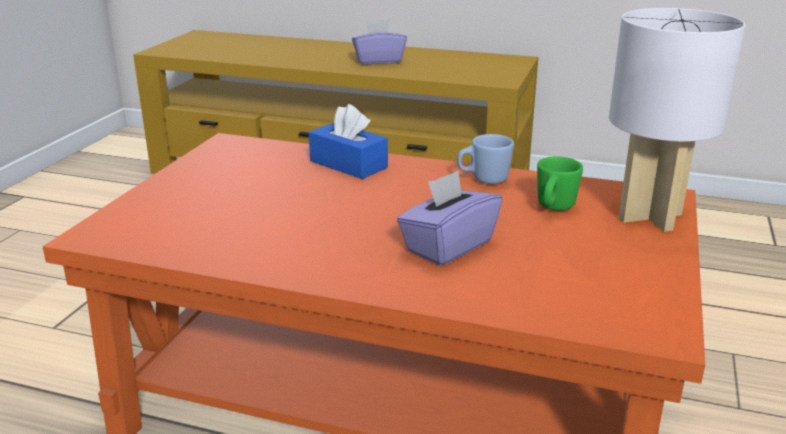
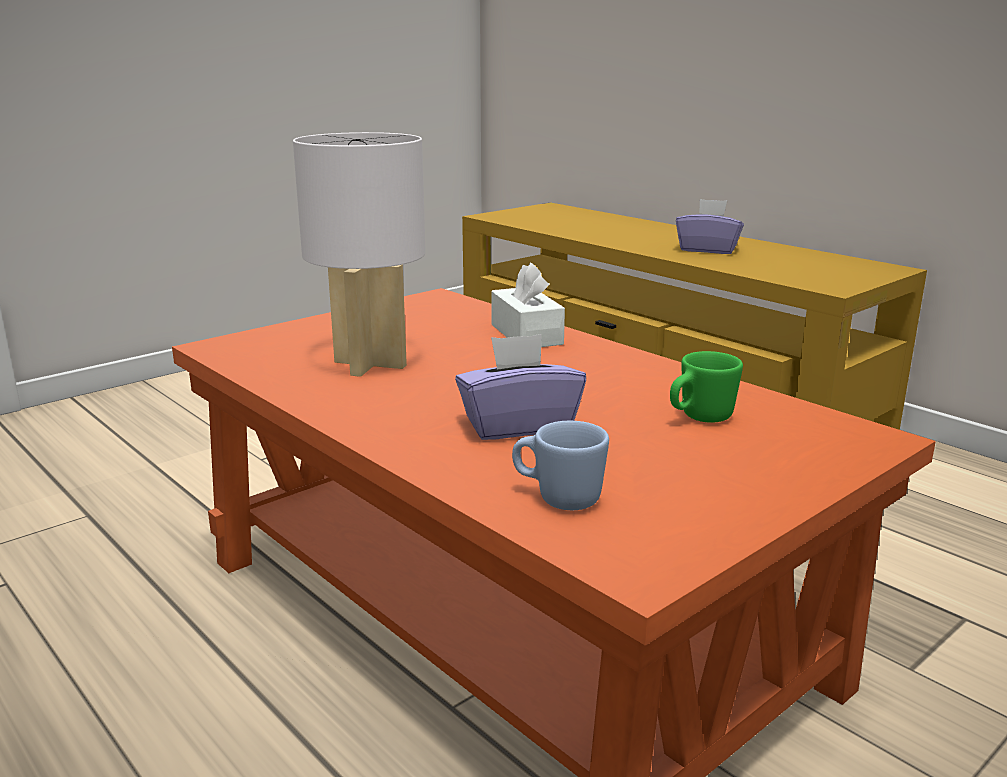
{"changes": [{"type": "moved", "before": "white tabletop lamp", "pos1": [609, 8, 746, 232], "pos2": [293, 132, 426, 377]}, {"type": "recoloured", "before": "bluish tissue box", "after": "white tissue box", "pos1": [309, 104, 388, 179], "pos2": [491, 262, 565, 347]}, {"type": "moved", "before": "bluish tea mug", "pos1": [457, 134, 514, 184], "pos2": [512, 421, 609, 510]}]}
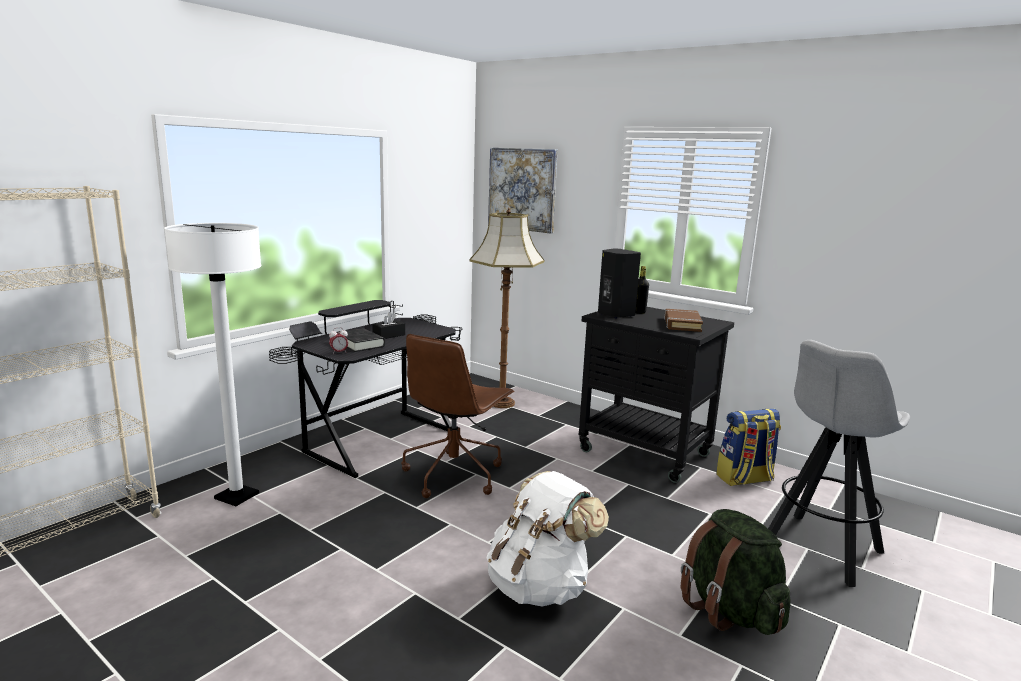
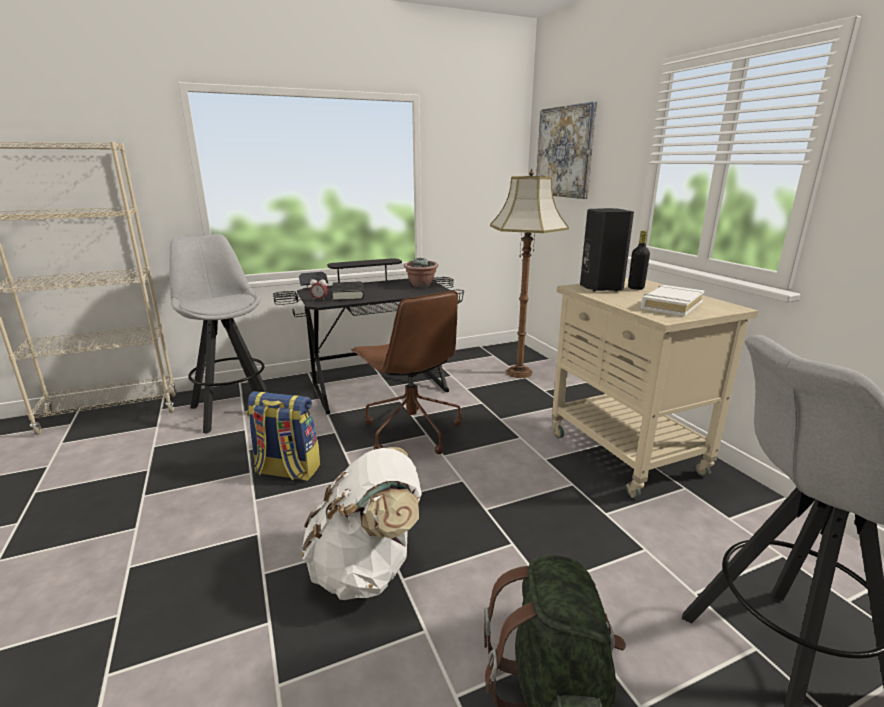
{"changes": [{"type": "replaced", "before": "white floor lamp", "after": "grey stool", "pos1": [164, 223, 262, 506], "pos2": [169, 234, 269, 433]}, {"type": "moved", "before": "knapsack", "pos1": [716, 409, 781, 486], "pos2": [247, 391, 320, 481]}, {"type": "turned", "before": "brown-coloured computer chair", "pos1": [401, 334, 514, 498], "pos2": [351, 291, 462, 454], "turn": -90}, {"type": "added", "after": "houseplant", "pos2": [404, 258, 438, 287]}, {"type": "recoloured", "before": "black wheeled cart", "after": "sand-coloured wheeled cart", "pos1": [579, 307, 734, 483], "pos2": [552, 278, 758, 498]}, {"type": "recoloured", "before": "brown-coloured volume", "after": "white volume", "pos1": [664, 309, 703, 332], "pos2": [641, 285, 704, 316]}, {"type": "removed", "before": "black tissue box", "pos1": [372, 312, 405, 339]}]}
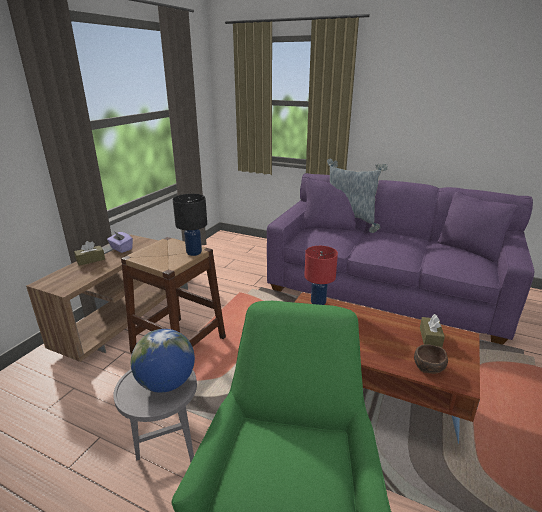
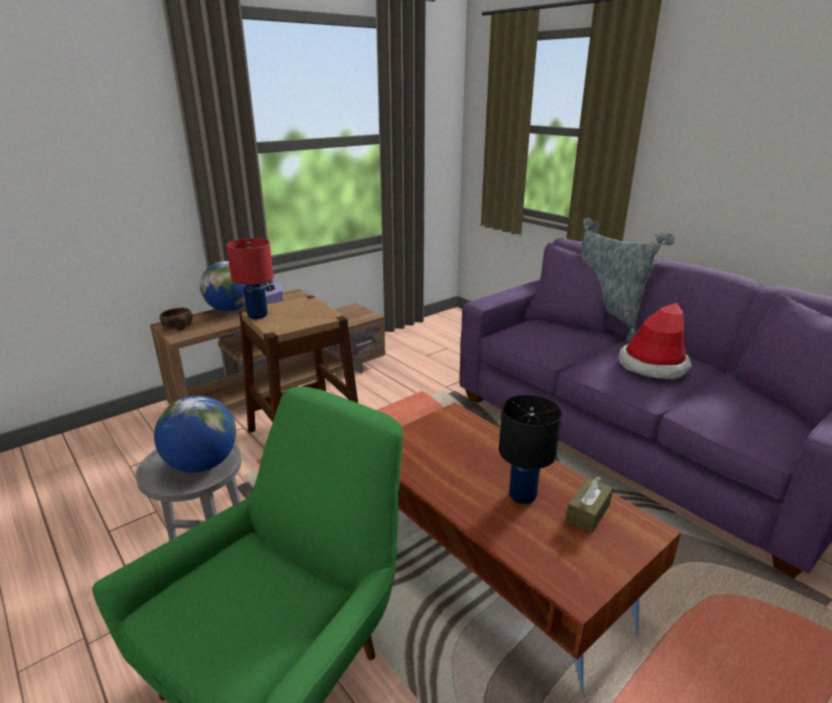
{"changes": [{"type": "moved", "before": "brown-coloured deep dish", "pos1": [414, 344, 448, 374], "pos2": [160, 308, 193, 331]}, {"type": "replaced", "before": "brown-coloured tissue box", "after": "desk globe", "pos1": [74, 241, 105, 266], "pos2": [200, 261, 247, 312]}, {"type": "moved", "before": "red tabletop lamp", "pos1": [304, 246, 338, 305], "pos2": [226, 238, 274, 319]}, {"type": "moved", "before": "black tabletop lamp", "pos1": [173, 194, 207, 256], "pos2": [499, 395, 562, 504]}, {"type": "added", "after": "clothing hat", "pos2": [619, 303, 692, 379]}]}
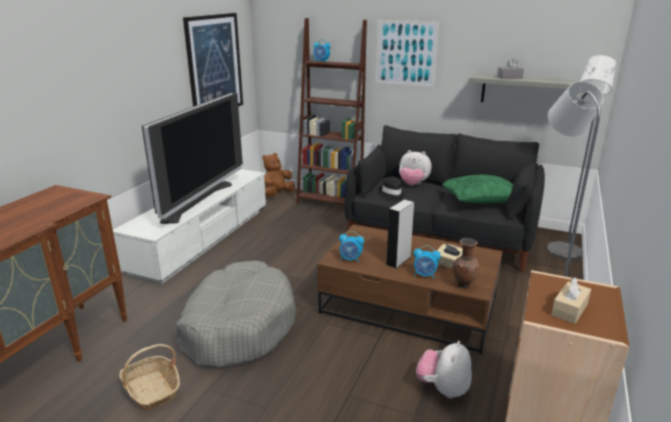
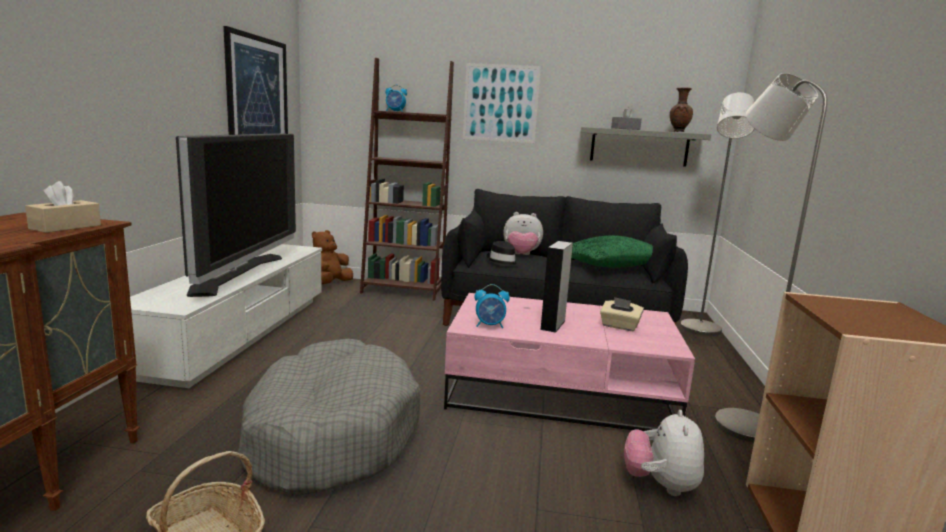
{"changes": [{"type": "moved", "before": "sand-coloured tissue box", "pos1": [551, 277, 591, 324], "pos2": [25, 181, 101, 233]}, {"type": "recoloured", "before": "brown-coloured lounge table", "after": "pink-coloured lounge table", "pos1": [317, 225, 503, 354], "pos2": [444, 293, 695, 431]}, {"type": "moved", "before": "brown-coloured flower vase", "pos1": [453, 238, 479, 289], "pos2": [670, 87, 693, 132]}, {"type": "removed", "before": "table clock", "pos1": [413, 245, 441, 279]}]}
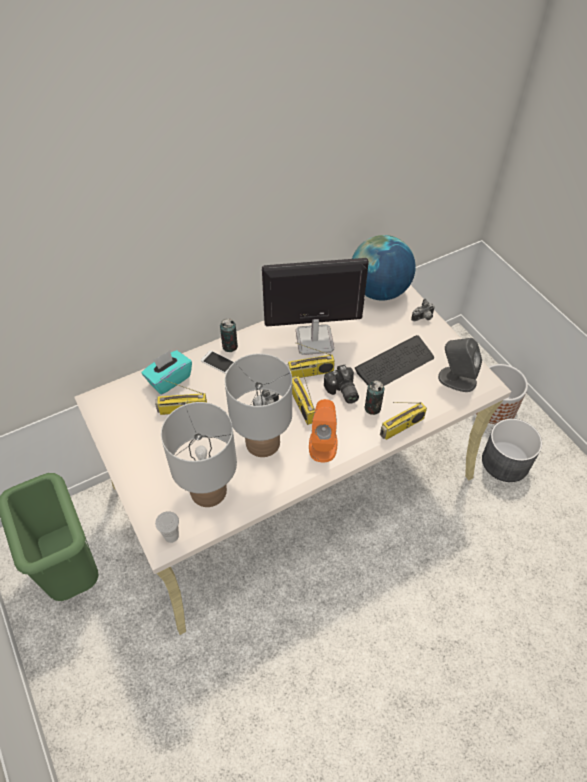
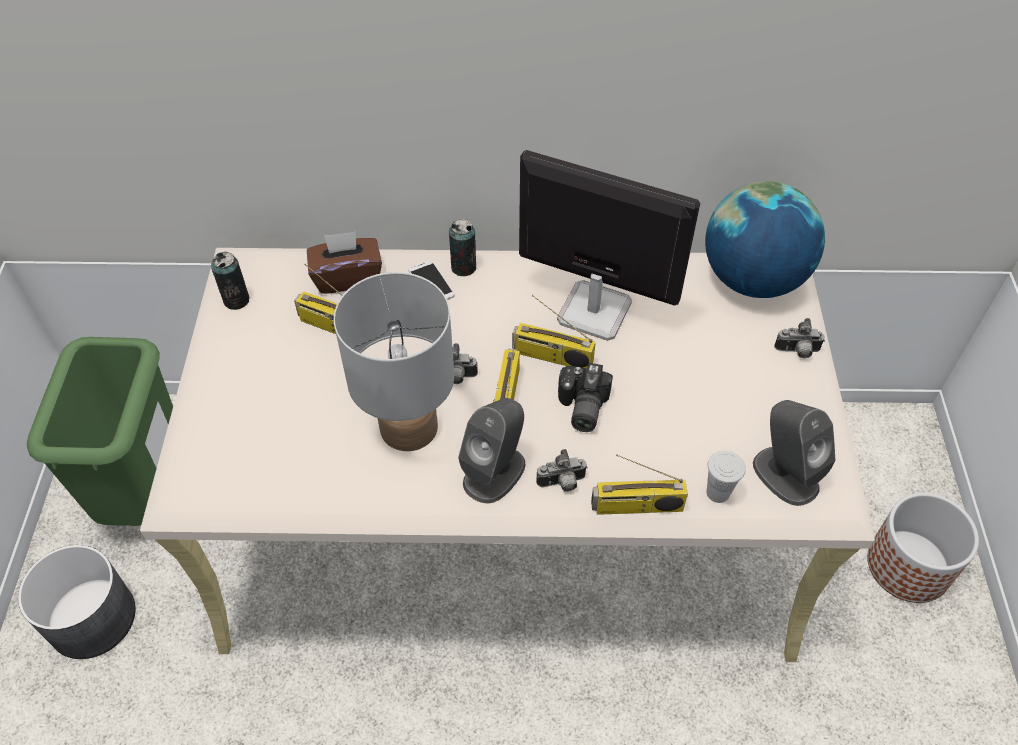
{"changes": [{"type": "moved", "before": "grey plant pot", "pos1": [482, 419, 542, 482], "pos2": [18, 545, 136, 659]}, {"type": "moved", "before": "metal can", "pos1": [364, 380, 384, 415], "pos2": [211, 252, 250, 310]}, {"type": "recoloured", "before": "turquoise-coloured tissue box", "after": "brown-coloured tissue box", "pos1": [141, 350, 192, 395], "pos2": [307, 232, 382, 294]}, {"type": "recoloured", "before": "orange-coloured audio speaker", "after": "grey audio speaker", "pos1": [309, 399, 338, 462], "pos2": [458, 398, 525, 504]}, {"type": "added", "after": "photo camera", "pos2": [536, 449, 588, 492]}, {"type": "moved", "before": "white cup", "pos1": [155, 511, 179, 543], "pos2": [707, 451, 746, 503]}, {"type": "removed", "before": "grey tabletop lamp", "pos1": [161, 402, 237, 507]}, {"type": "removed", "before": "computer keyboard", "pos1": [355, 335, 434, 386]}]}
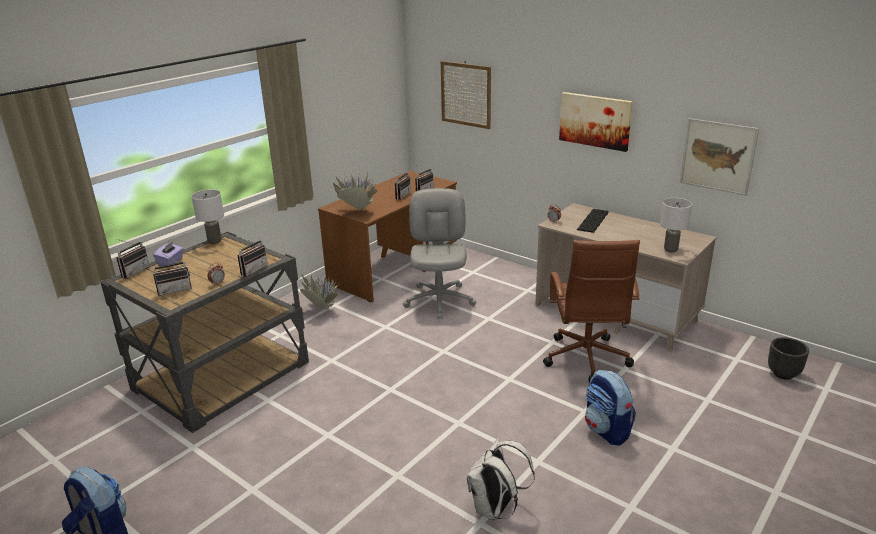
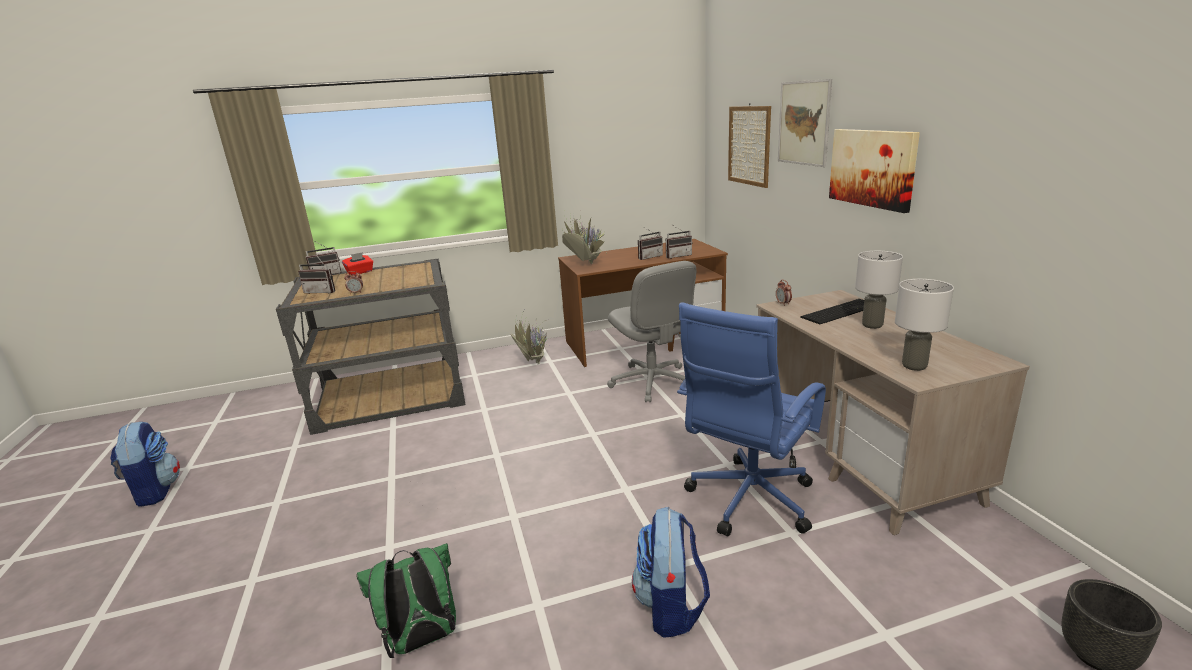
{"changes": [{"type": "recoloured", "before": "purple-coloured tissue box", "after": "red tissue box", "pos1": [153, 242, 184, 266], "pos2": [342, 252, 373, 275]}, {"type": "recoloured", "before": "white knapsack", "after": "greenish knapsack", "pos1": [467, 438, 534, 520], "pos2": [356, 543, 456, 658]}, {"type": "turned", "before": "grey computer chair", "pos1": [403, 188, 476, 319], "pos2": [607, 261, 696, 402], "turn": 120}, {"type": "recoloured", "before": "brown-coloured computer chair", "after": "bluish computer chair", "pos1": [543, 240, 640, 382], "pos2": [677, 303, 826, 536]}, {"type": "moved", "before": "wall art", "pos1": [680, 118, 759, 196], "pos2": [778, 79, 832, 167]}, {"type": "moved", "before": "white tabletop lamp", "pos1": [192, 189, 224, 244], "pos2": [855, 251, 903, 329]}, {"type": "removed", "before": "radio set", "pos1": [237, 237, 268, 277]}]}
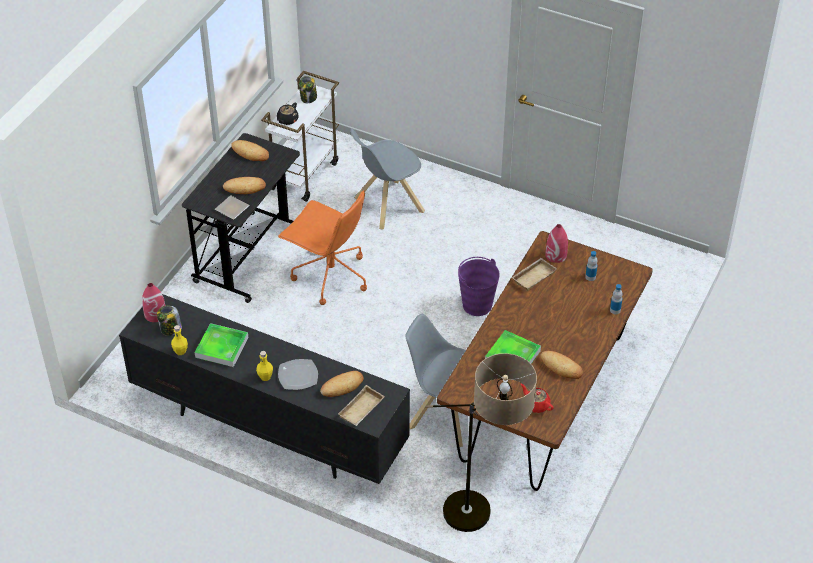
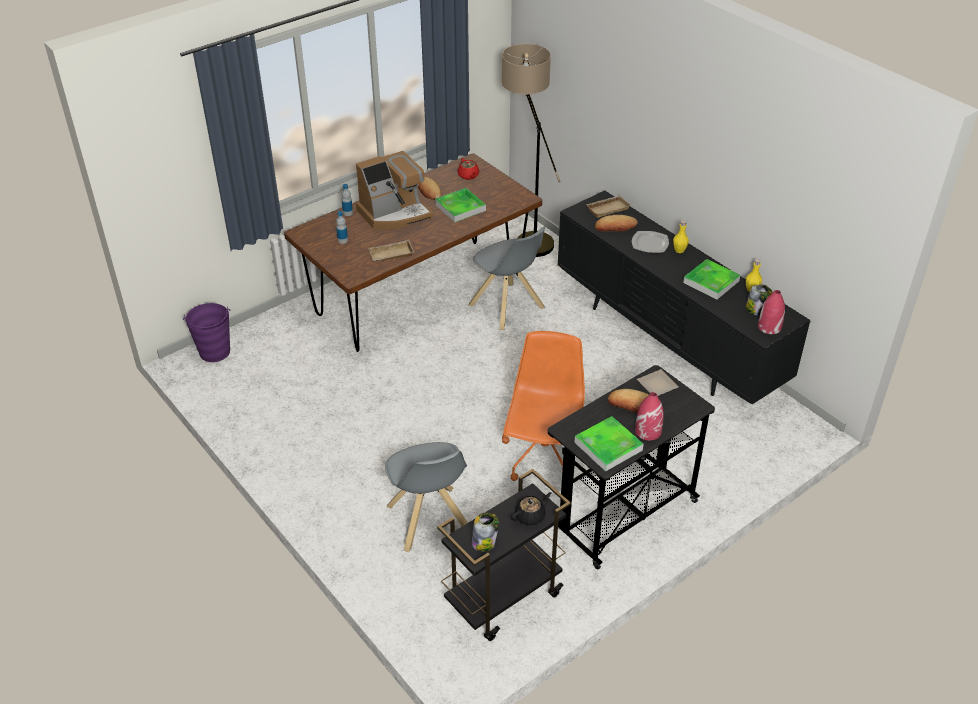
{"changes": [{"type": "moved", "before": "purple-coloured water bucket", "pos1": [458, 257, 500, 316], "pos2": [183, 303, 230, 362]}, {"type": "added", "after": "coffee machine", "pos2": [356, 151, 434, 229]}, {"type": "turned", "before": "grey chair", "pos1": [350, 128, 425, 230], "pos2": [385, 442, 468, 552], "turn": 75}, {"type": "recoloured", "before": "white wheeled cart", "after": "black wheeled cart", "pos1": [261, 71, 339, 202], "pos2": [437, 469, 571, 641]}, {"type": "turned", "before": "orange-coloured computer chair", "pos1": [278, 191, 367, 305], "pos2": [502, 331, 585, 481], "turn": 45}, {"type": "replaced", "before": "bakery bread", "after": "serving tray", "pos1": [231, 140, 269, 161], "pos2": [574, 416, 643, 472]}, {"type": "moved", "before": "red flower vase", "pos1": [545, 224, 568, 263], "pos2": [635, 392, 664, 440]}]}
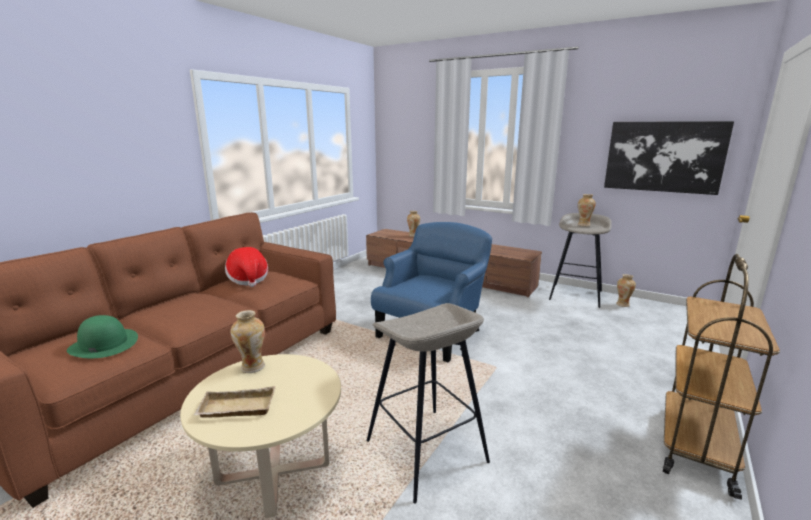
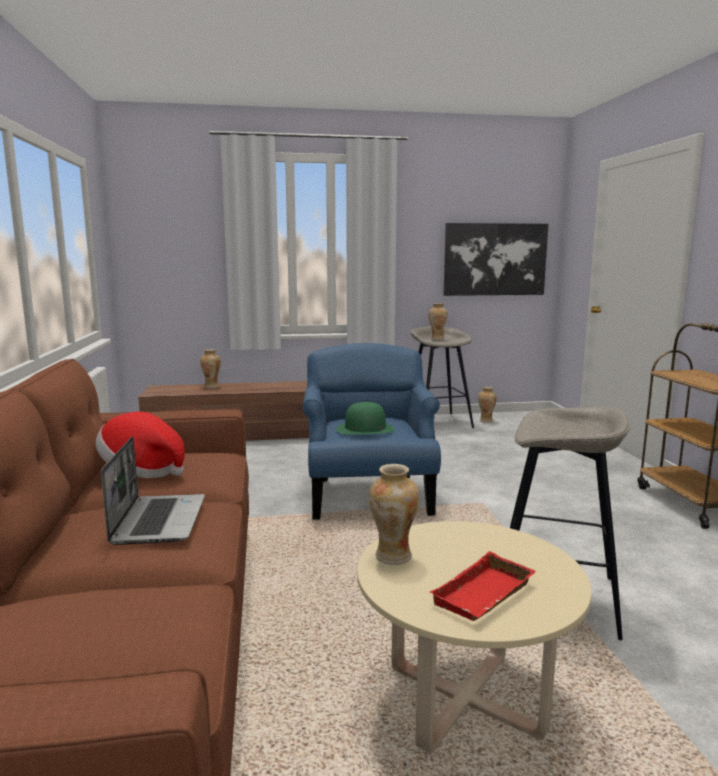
{"changes": [{"type": "added", "after": "laptop", "pos2": [101, 437, 205, 545]}, {"type": "moved", "before": "greenish clothing hat", "pos1": [67, 315, 138, 358], "pos2": [336, 402, 395, 435]}, {"type": "recoloured", "before": "sand-coloured serving tray", "after": "red serving tray", "pos1": [194, 386, 275, 418], "pos2": [430, 551, 536, 621]}]}
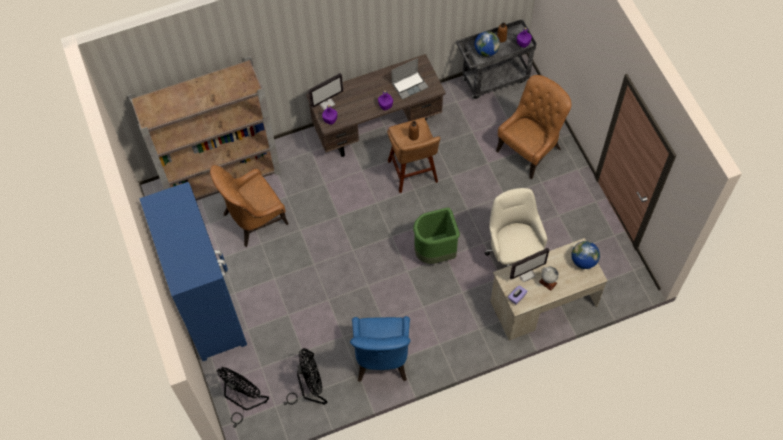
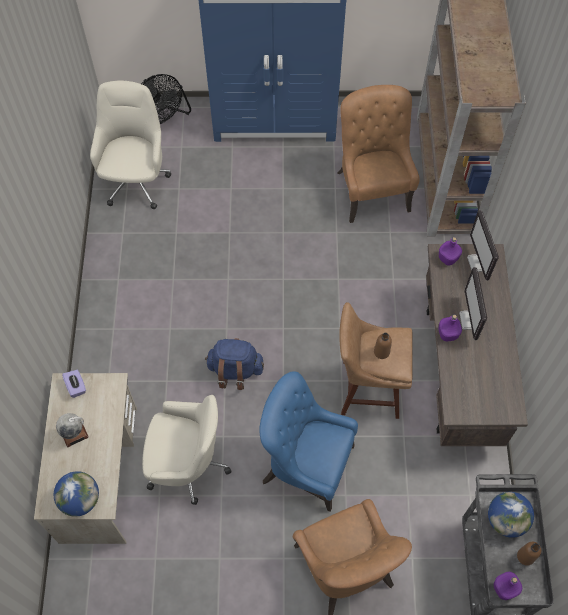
{"changes": [{"type": "replaced", "before": "black electric fan", "after": "sand-coloured computer chair", "pos1": [284, 348, 327, 405], "pos2": [90, 81, 171, 209]}, {"type": "replaced", "before": "greenish rubbish bin", "after": "bluish knapsack", "pos1": [413, 208, 460, 264], "pos2": [205, 338, 264, 390]}, {"type": "moved", "before": "bluish chair", "pos1": [350, 316, 411, 382], "pos2": [259, 371, 358, 512]}, {"type": "moved", "before": "computer display", "pos1": [510, 248, 550, 282], "pos2": [459, 267, 487, 340]}, {"type": "removed", "before": "laptop", "pos1": [391, 58, 428, 100]}]}
